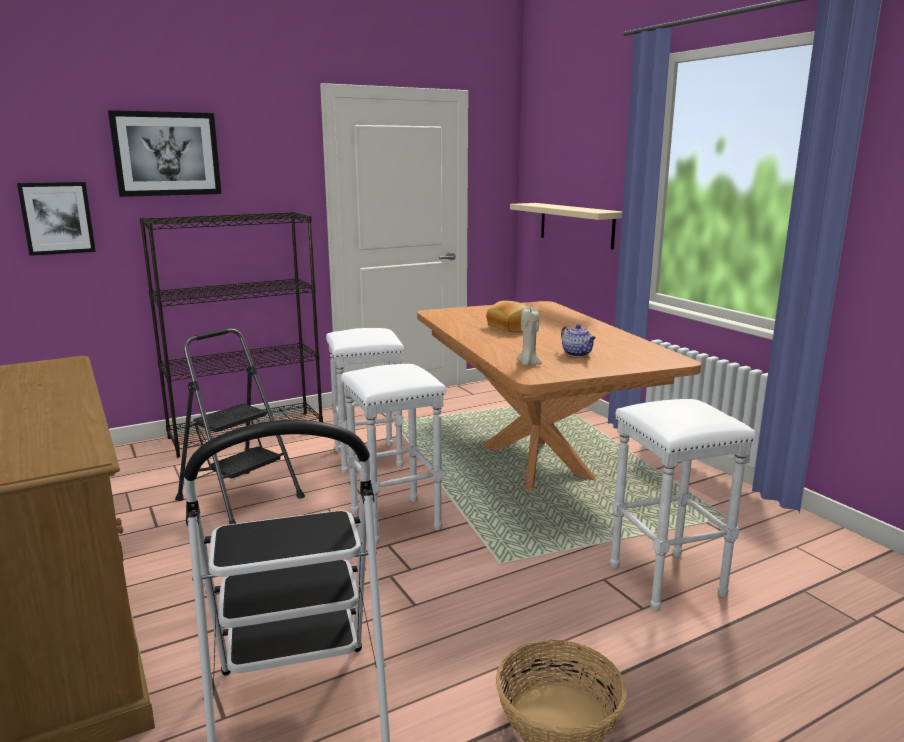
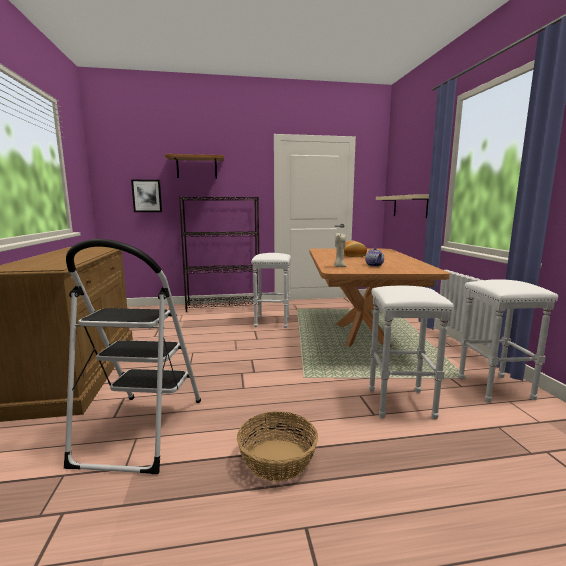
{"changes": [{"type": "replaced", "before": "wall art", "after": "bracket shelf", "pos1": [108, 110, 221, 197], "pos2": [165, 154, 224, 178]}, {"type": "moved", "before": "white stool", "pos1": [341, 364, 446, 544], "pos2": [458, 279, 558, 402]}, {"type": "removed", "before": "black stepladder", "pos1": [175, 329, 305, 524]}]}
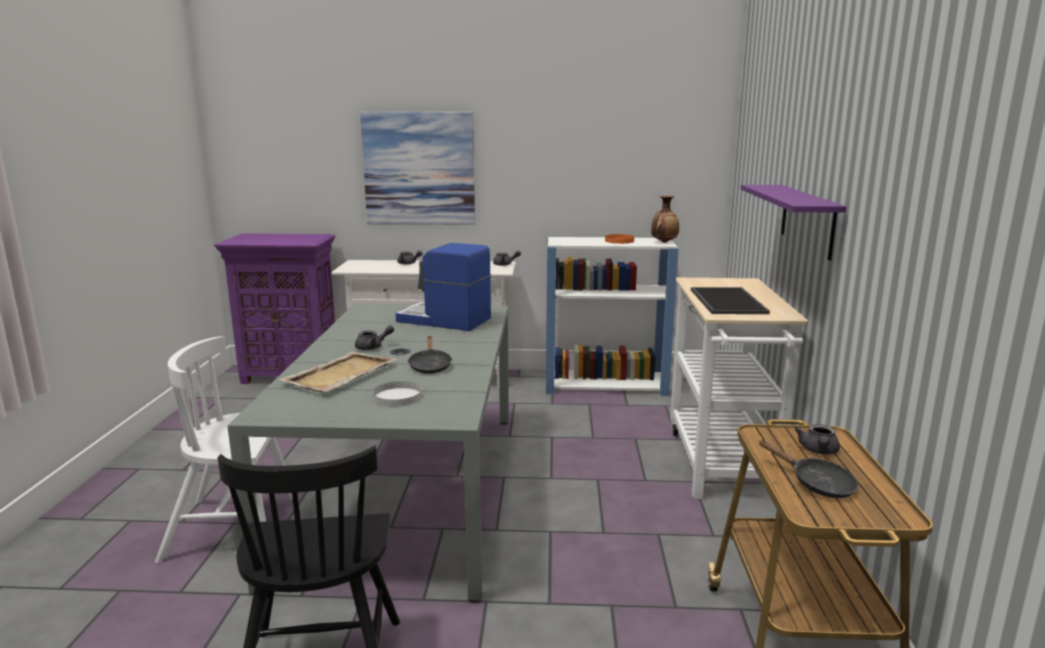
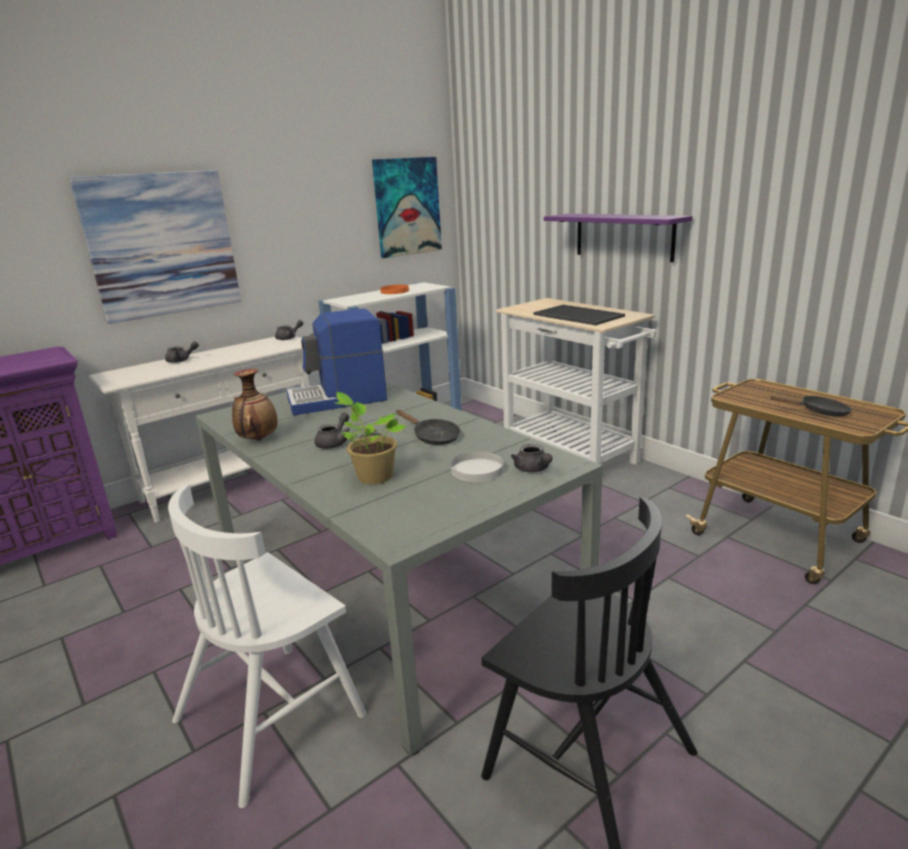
{"changes": [{"type": "moved", "before": "flower vase", "pos1": [651, 196, 679, 243], "pos2": [232, 369, 278, 440]}, {"type": "replaced", "before": "sand-coloured serving tray", "after": "houseplant", "pos1": [279, 352, 397, 392], "pos2": [334, 392, 407, 484]}, {"type": "added", "after": "wall art", "pos2": [372, 157, 442, 258]}, {"type": "moved", "before": "grey pot for tea", "pos1": [795, 424, 840, 455], "pos2": [511, 444, 552, 472]}]}
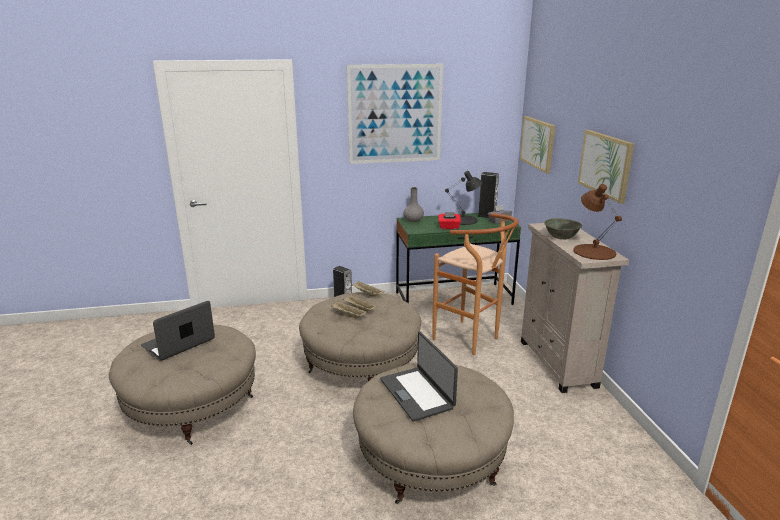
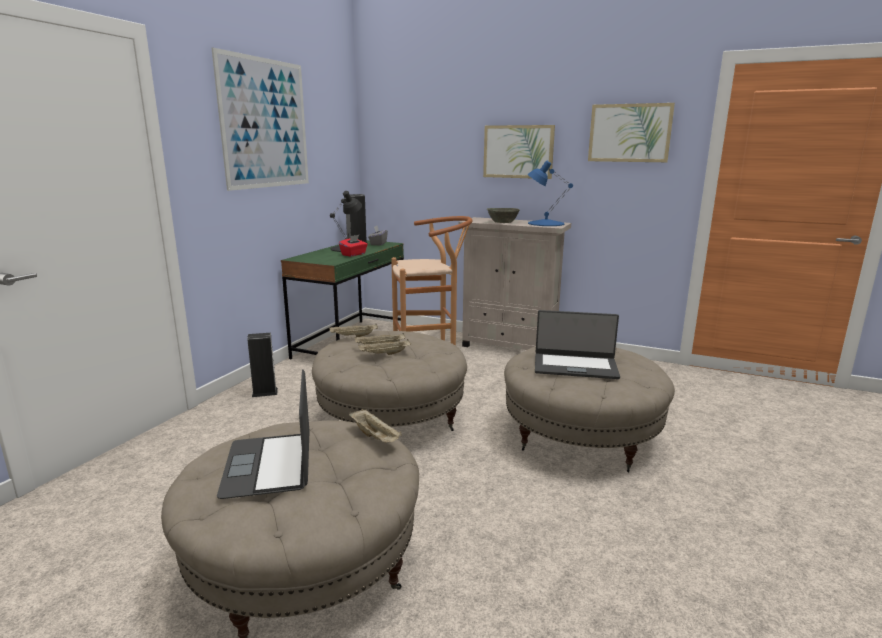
{"changes": [{"type": "added", "after": "sand-coloured serving tray", "pos2": [349, 409, 402, 443]}, {"type": "recoloured", "before": "brown-coloured tabletop lamp", "after": "bluish tabletop lamp", "pos1": [573, 184, 622, 260], "pos2": [528, 161, 573, 226]}, {"type": "moved", "before": "wall art", "pos1": [520, 116, 555, 173], "pos2": [588, 103, 675, 162]}, {"type": "removed", "before": "grey flower vase", "pos1": [403, 187, 424, 222]}]}
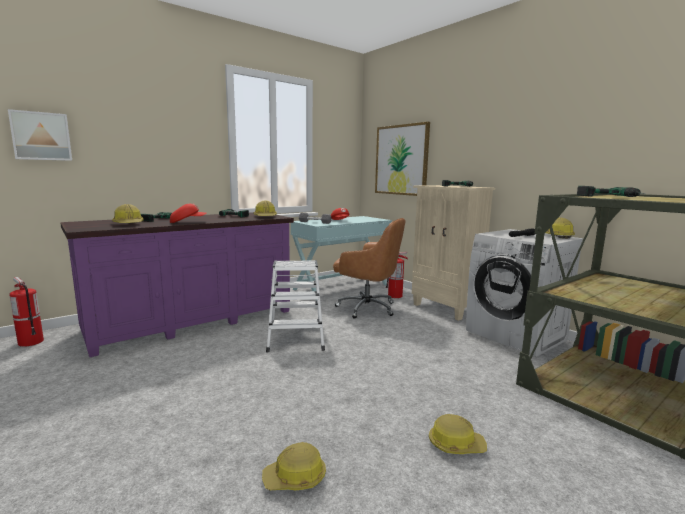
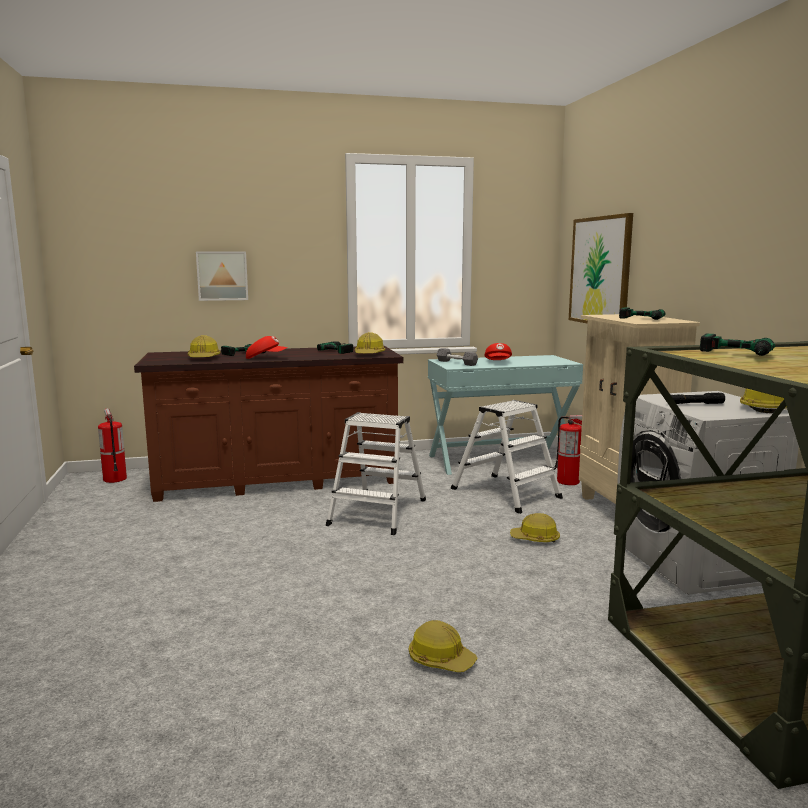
{"changes": [{"type": "recoloured", "before": "purple-coloured cupboard", "after": "brown-coloured cupboard", "pos1": [60, 212, 294, 357], "pos2": [134, 346, 403, 502]}, {"type": "moved", "before": "wall art", "pos1": [8, 109, 72, 161], "pos2": [196, 251, 248, 301]}, {"type": "replaced", "before": "brown-coloured computer chair", "after": "white stepladder", "pos1": [333, 218, 406, 319], "pos2": [451, 400, 563, 514]}, {"type": "moved", "before": "hard hat", "pos1": [262, 442, 326, 490], "pos2": [510, 513, 560, 542]}]}
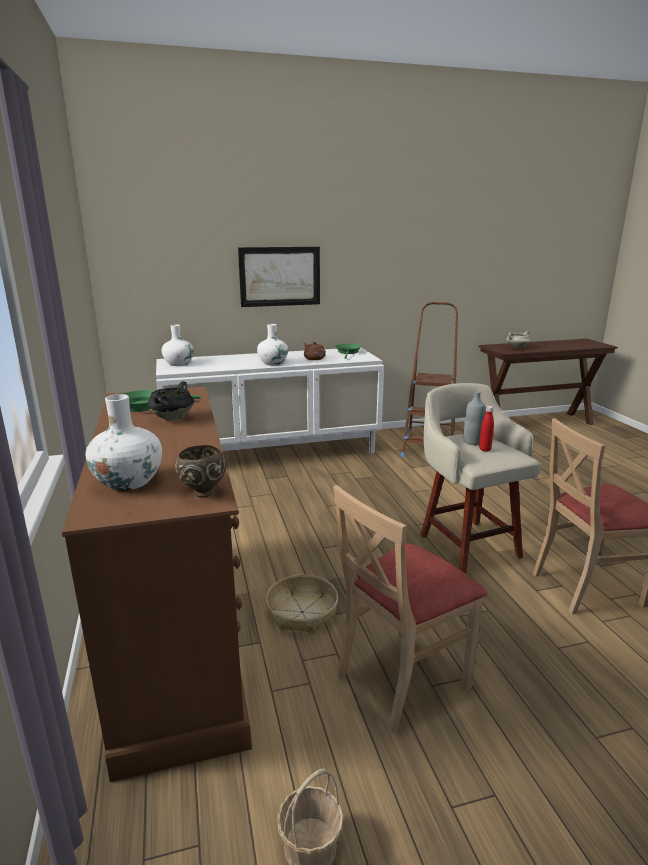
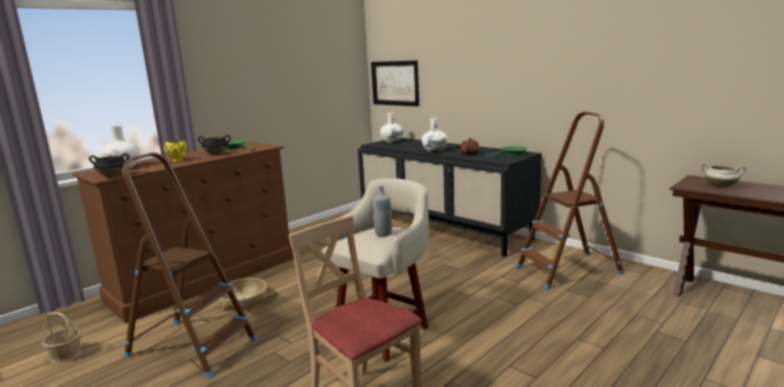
{"changes": [{"type": "replaced", "before": "brown-coloured deep dish", "after": "black saucepot", "pos1": [175, 445, 226, 498], "pos2": [89, 153, 129, 177]}, {"type": "replaced", "before": "sand-coloured chair", "after": "brown-coloured stepladder", "pos1": [333, 485, 487, 733], "pos2": [122, 153, 257, 378]}, {"type": "added", "after": "yellow-coloured deep dish", "pos2": [164, 140, 187, 162]}, {"type": "recoloured", "before": "white cupboard", "after": "black cupboard", "pos1": [156, 348, 384, 454], "pos2": [358, 138, 541, 257]}, {"type": "moved", "before": "wall art", "pos1": [238, 247, 320, 307], "pos2": [371, 60, 419, 106]}, {"type": "removed", "before": "red beverage bottle", "pos1": [479, 406, 494, 452]}]}
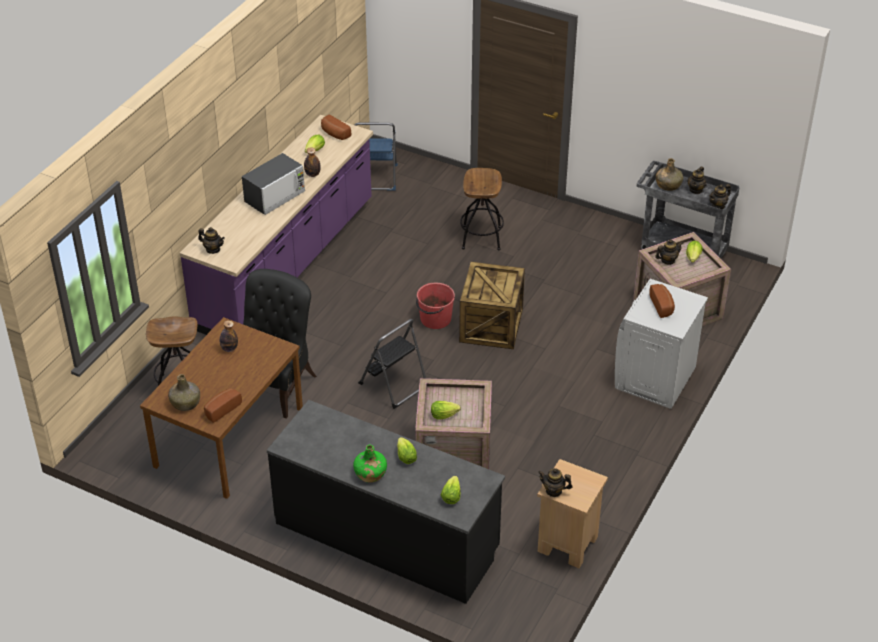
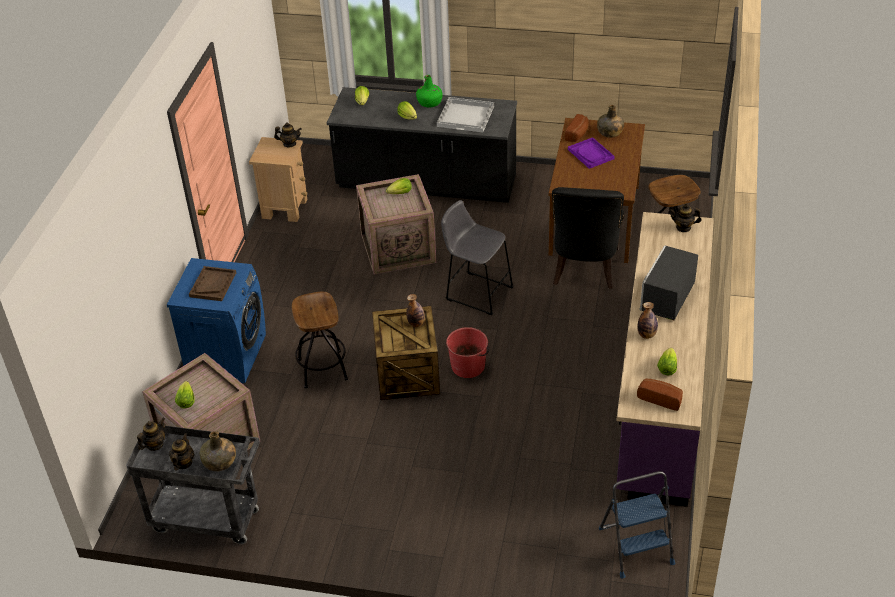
{"changes": [{"type": "recoloured", "before": "white laundry appliance", "after": "bluish laundry appliance", "pos1": [615, 278, 708, 409], "pos2": [167, 258, 266, 384]}, {"type": "replaced", "before": "bakery bread", "after": "brown-coloured serving tray", "pos1": [649, 284, 675, 318], "pos2": [189, 266, 236, 301]}, {"type": "moved", "before": "brown-coloured stool", "pos1": [460, 168, 504, 251], "pos2": [292, 292, 348, 388]}, {"type": "moved", "before": "beverage bottle", "pos1": [220, 320, 238, 352], "pos2": [406, 294, 425, 327]}, {"type": "added", "after": "white serving tray", "pos2": [437, 97, 494, 132]}, {"type": "replaced", "before": "black stepladder", "after": "grey stool", "pos1": [358, 319, 426, 409], "pos2": [441, 200, 514, 315]}, {"type": "added", "after": "purple-coloured serving tray", "pos2": [568, 137, 615, 169]}, {"type": "removed", "before": "pot for tea", "pos1": [655, 239, 683, 265]}]}
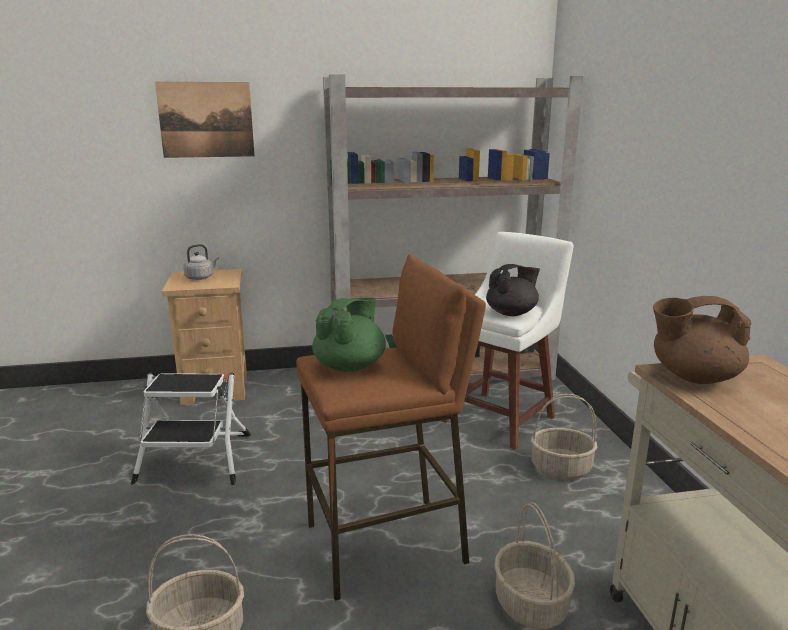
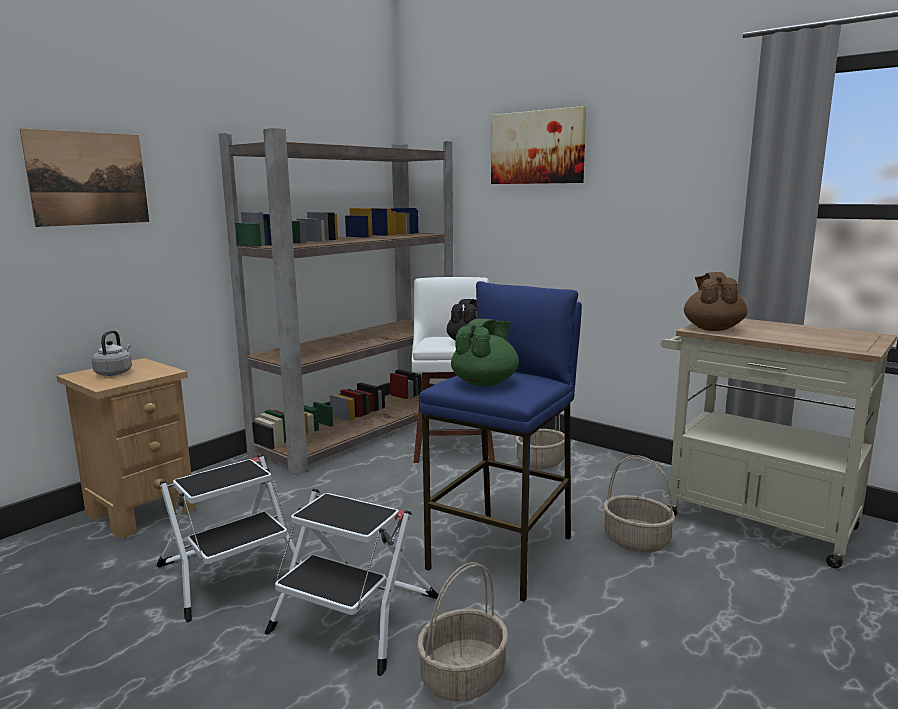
{"changes": [{"type": "added", "after": "stepladder", "pos2": [265, 489, 439, 676]}, {"type": "recoloured", "before": "brown-coloured stool", "after": "bluish stool", "pos1": [296, 254, 486, 601], "pos2": [419, 281, 582, 602]}, {"type": "turned", "before": "greenish pot for tea", "pos1": [312, 298, 386, 372], "pos2": [451, 319, 519, 386], "turn": 45}, {"type": "added", "after": "wall art", "pos2": [491, 106, 586, 184]}, {"type": "turned", "before": "brown-coloured pot for tea", "pos1": [653, 296, 752, 384], "pos2": [684, 272, 748, 331], "turn": 135}]}
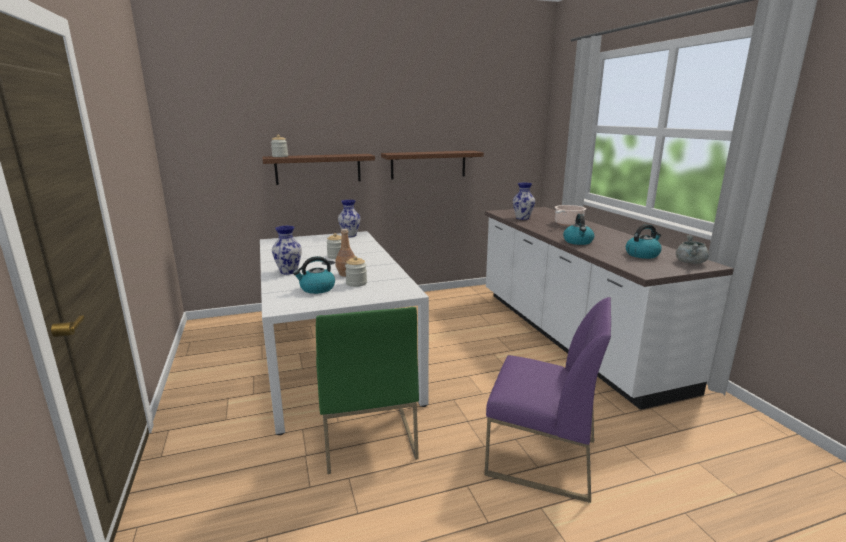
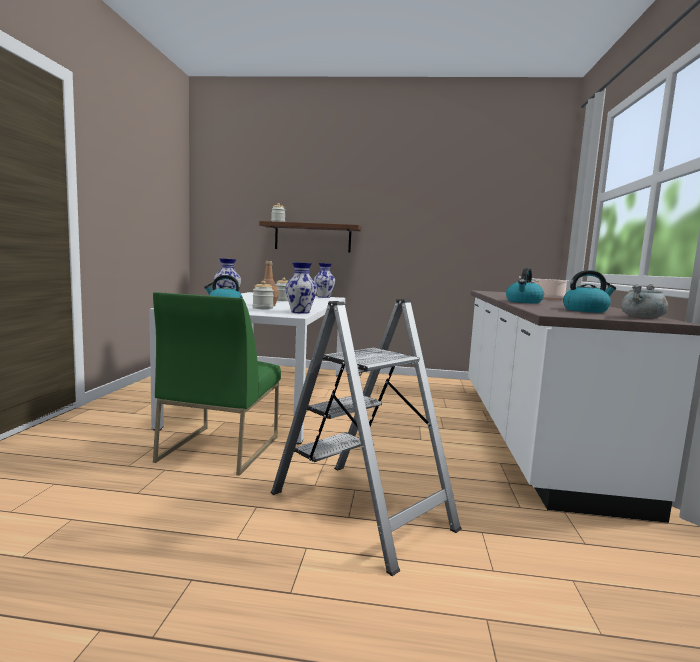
{"changes": [{"type": "replaced", "before": "purple-coloured chair", "after": "grey stepladder", "pos1": [485, 297, 611, 503], "pos2": [270, 299, 462, 576]}, {"type": "moved", "before": "flower vase", "pos1": [513, 183, 535, 220], "pos2": [285, 262, 317, 314]}, {"type": "removed", "before": "brown-coloured bracket shelf", "pos1": [381, 151, 484, 180]}]}
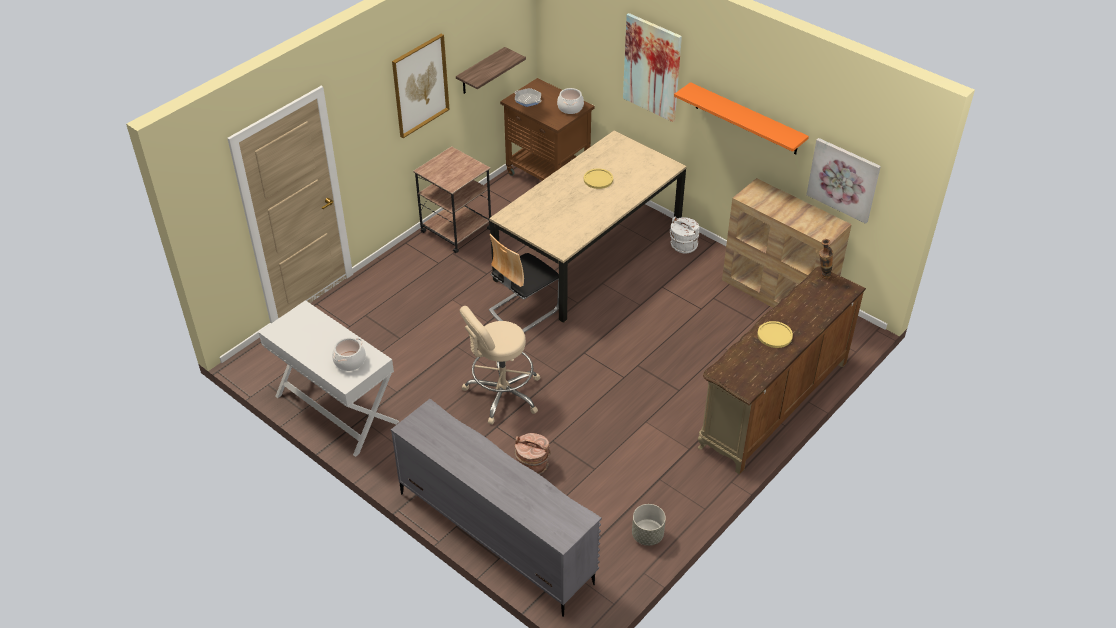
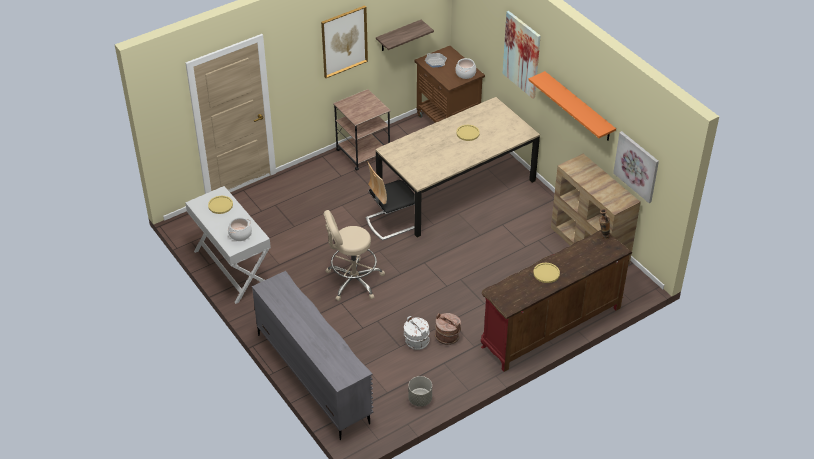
{"changes": [{"type": "added", "after": "yellow-coloured dinner plate", "pos2": [208, 196, 233, 214]}, {"type": "moved", "before": "white water bucket", "pos1": [670, 217, 699, 253], "pos2": [404, 316, 430, 350]}, {"type": "moved", "before": "brown-coloured water bucket", "pos1": [514, 433, 551, 475], "pos2": [435, 313, 461, 345]}, {"type": "recoloured", "before": "sand-coloured cupboard", "after": "red cupboard", "pos1": [698, 266, 866, 475], "pos2": [481, 230, 632, 372]}]}
